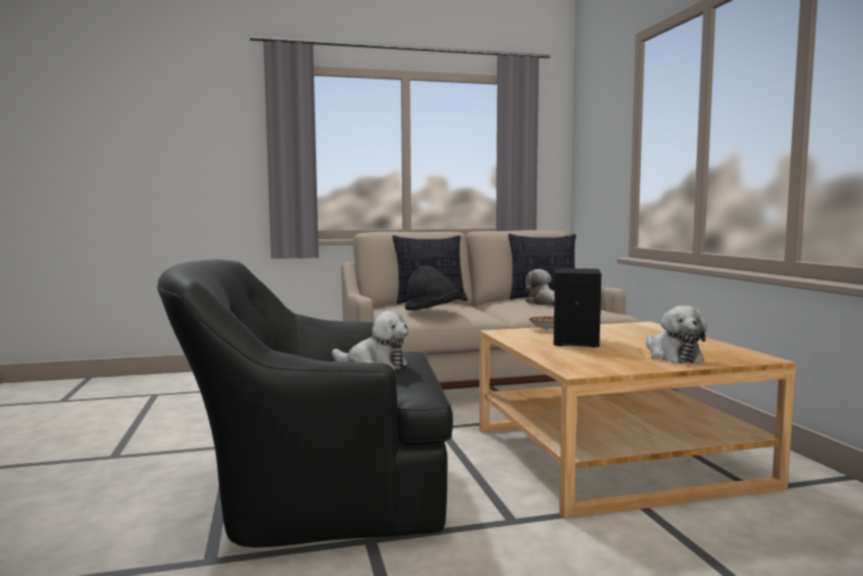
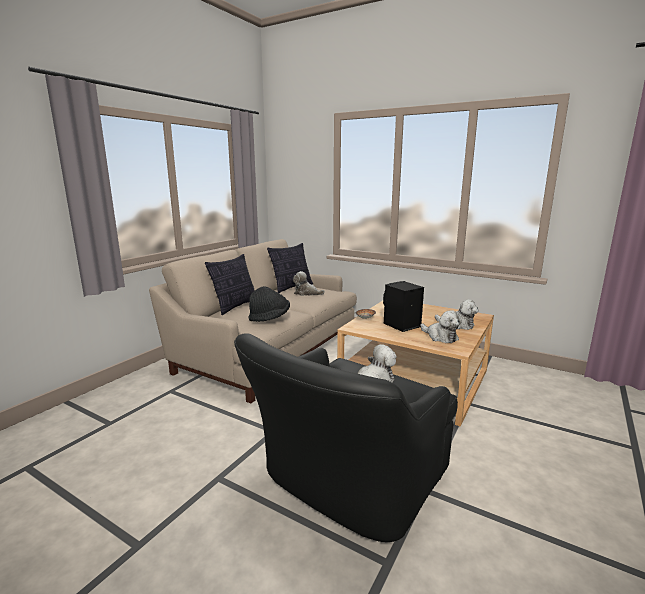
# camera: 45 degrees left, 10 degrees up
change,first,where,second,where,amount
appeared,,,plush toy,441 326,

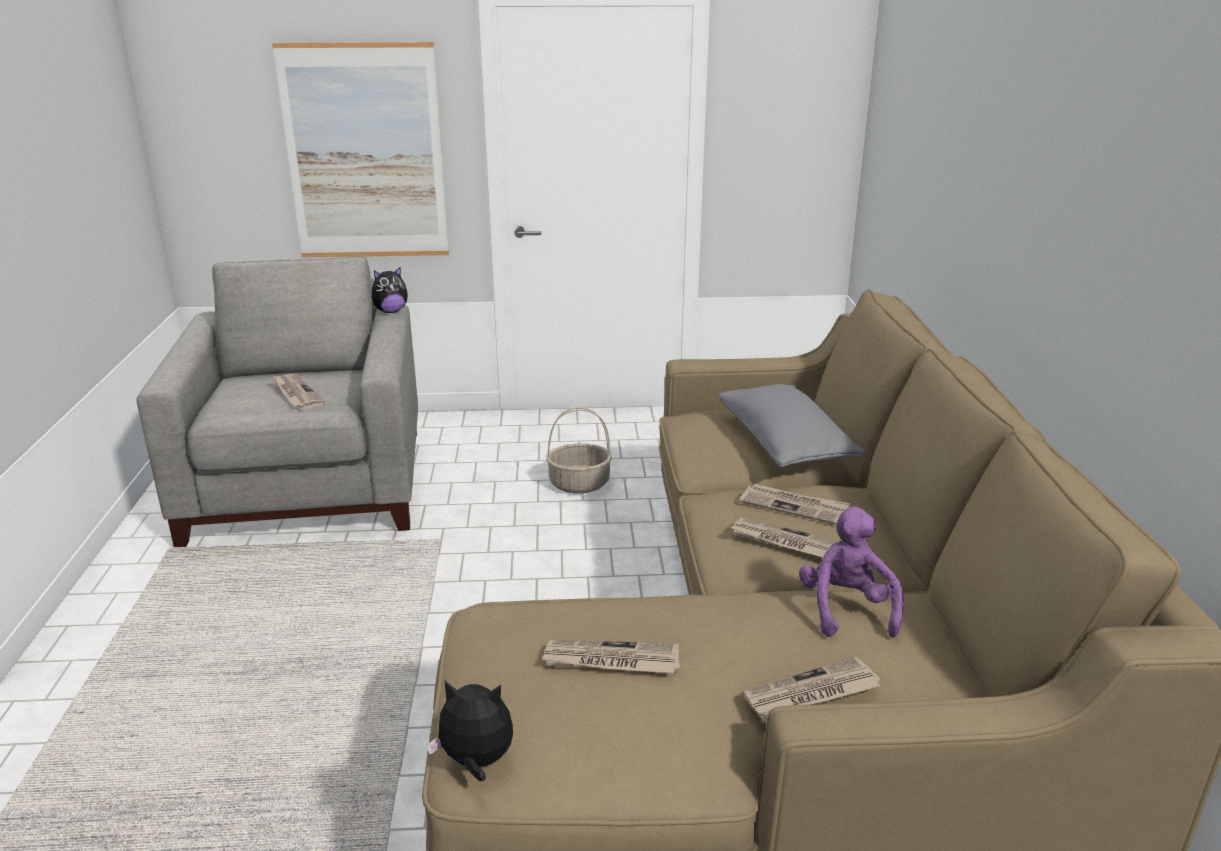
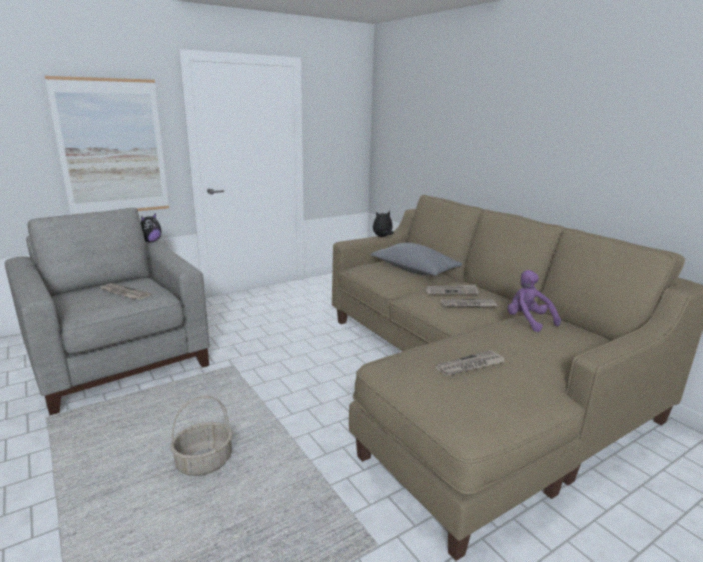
# camera: 30 degrees left, 5 degrees down
change,first,where,second,where,amount
missing,newspaper,811 687,,,
relocated,plush toy,470 731,,383 224,
relocated,basket,579 450,,201 436,

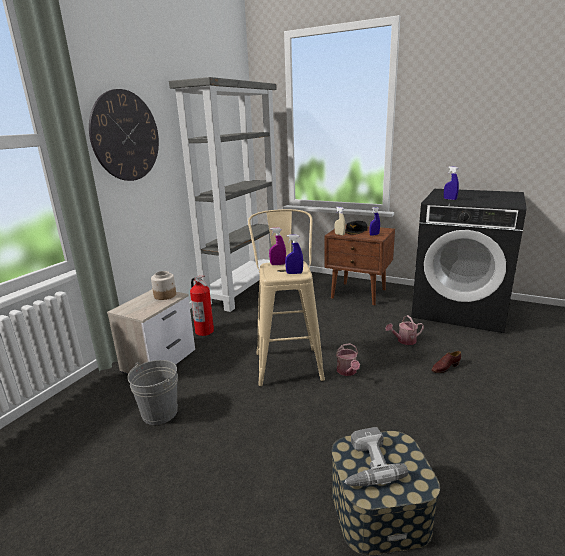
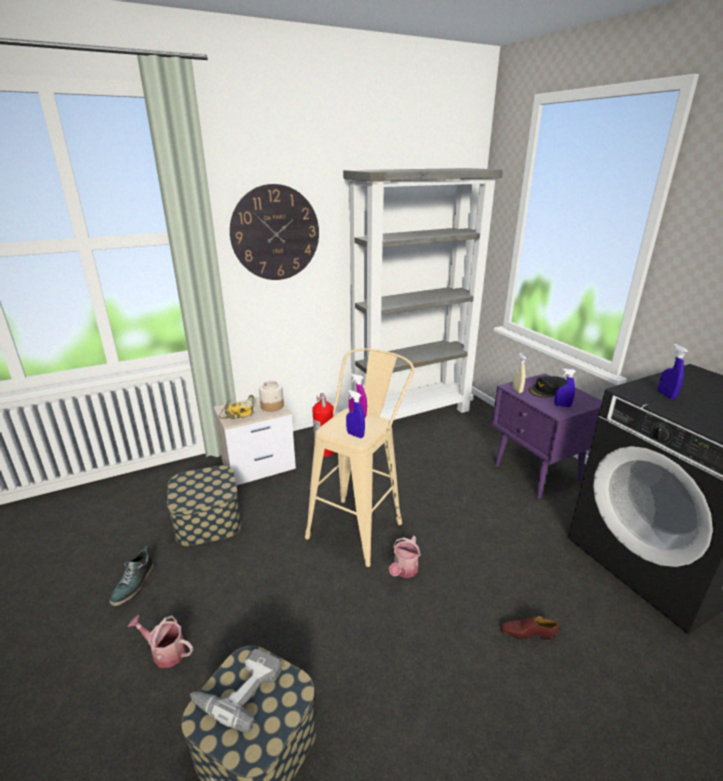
# camera: 35 degrees right, 5 degrees up
change,first,where,second,where,amount
appeared,,,shoe,132 576,
appeared,,,power drill,236 407,
relocated,watering can,404 330,,160 641,
exchanged,grey bucket,152 392,storage box,204 505,
colour,brown nightstand,360 265,purple nightstand,547 436,

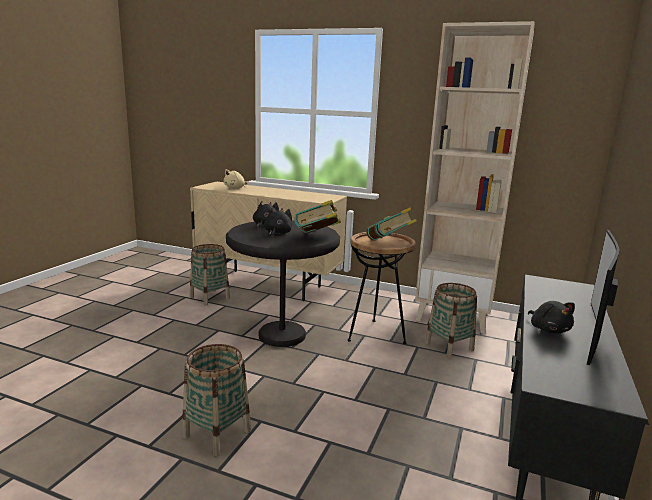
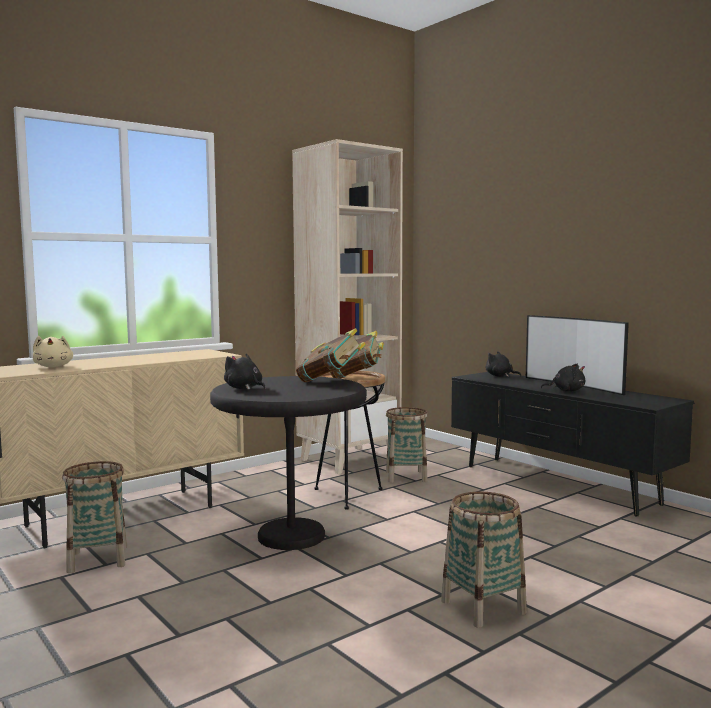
# camera: 60 degrees left, 10 degrees down
change,first,where,second,where,amount
relocated,black plush toy,278 222,,503 364,

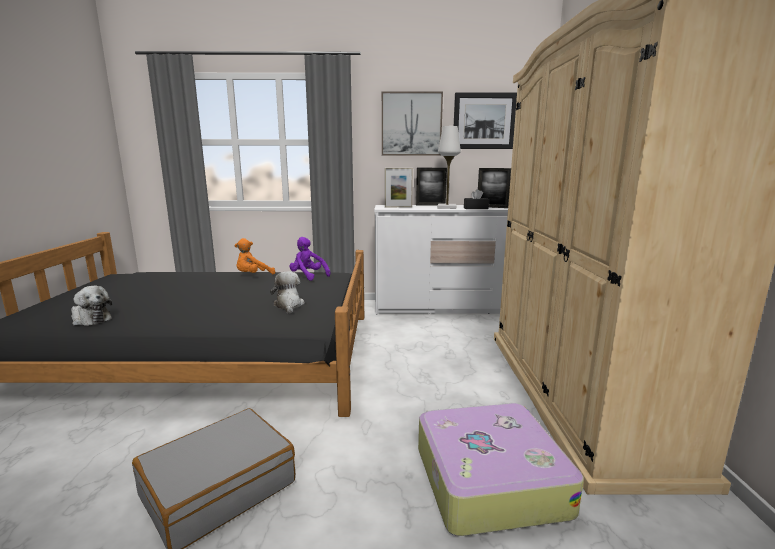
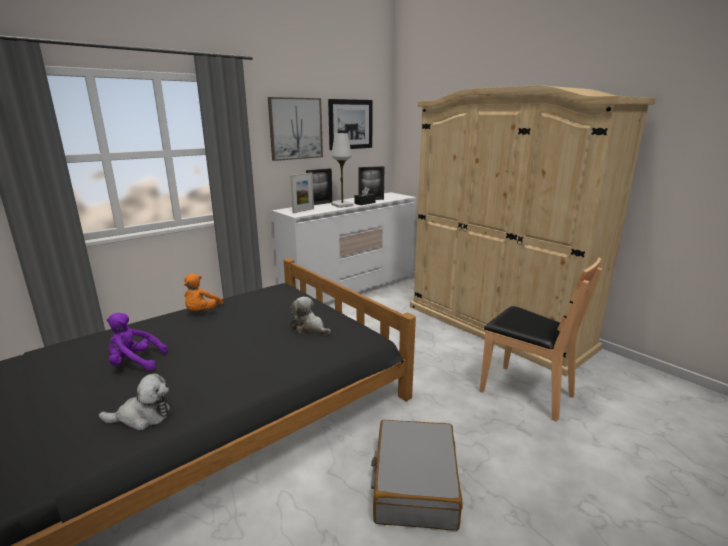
# camera: 40 degrees left, 5 degrees up
change,first,where,second,where,amount
relocated,purple plush toy,310 259,,137 342,
exchanged,suitcase,501 469,brown chair,541 340,

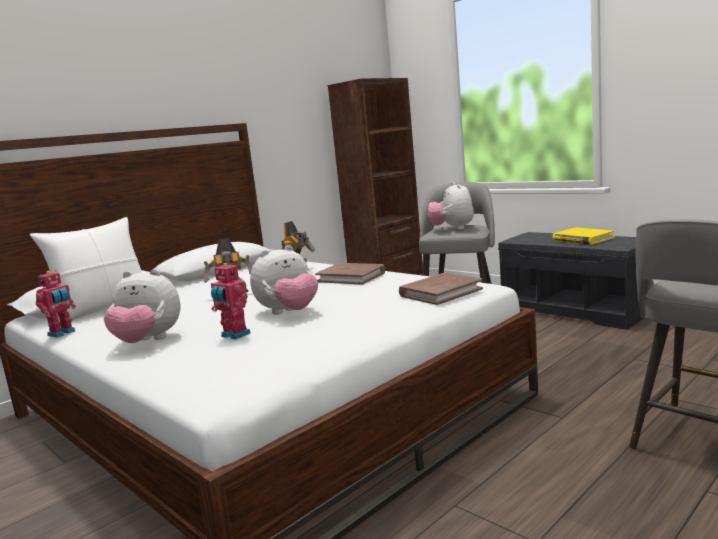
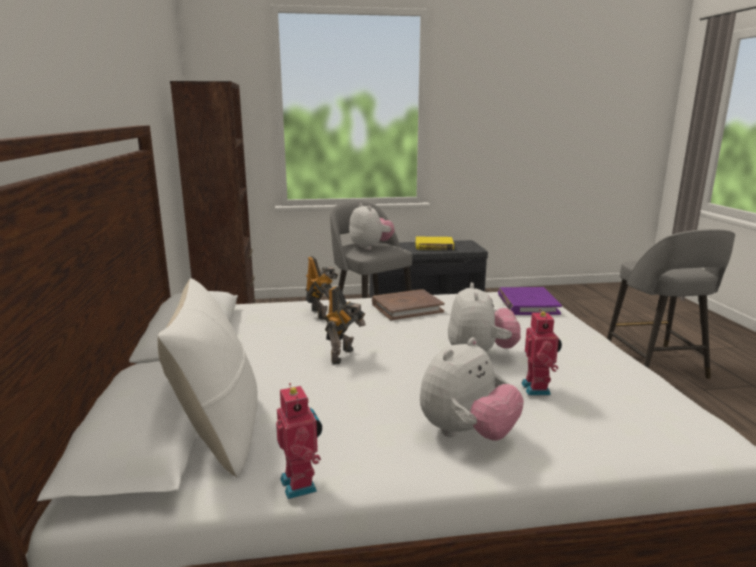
# camera: 55 degrees left, 5 degrees up
change,first,where,second,where,amount
colour,brown book,441 289,purple book,530 301,
spun,toy robot,231 301,,541 352,75 degrees counterclockwise
spun,plush toy,451 206,,371 226,150 degrees counterclockwise

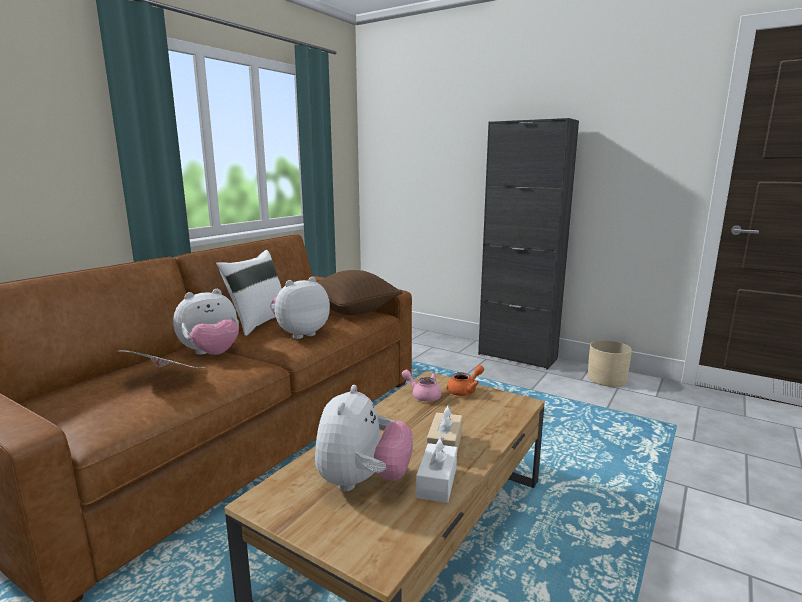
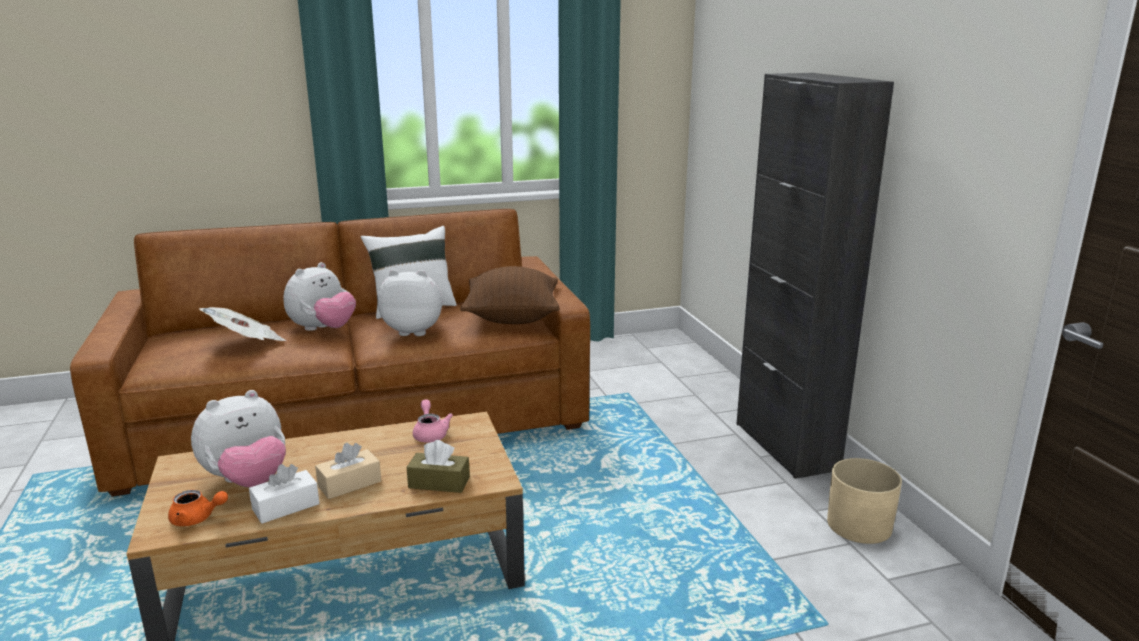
# camera: 40 degrees right, 5 degrees up
change,first,where,second,where,amount
appeared,,,brown tissue box,438 466,
relocated,orange teapot,465 380,,198 508,
spun,plush toy,206 322,,319 296,60 degrees counterclockwise

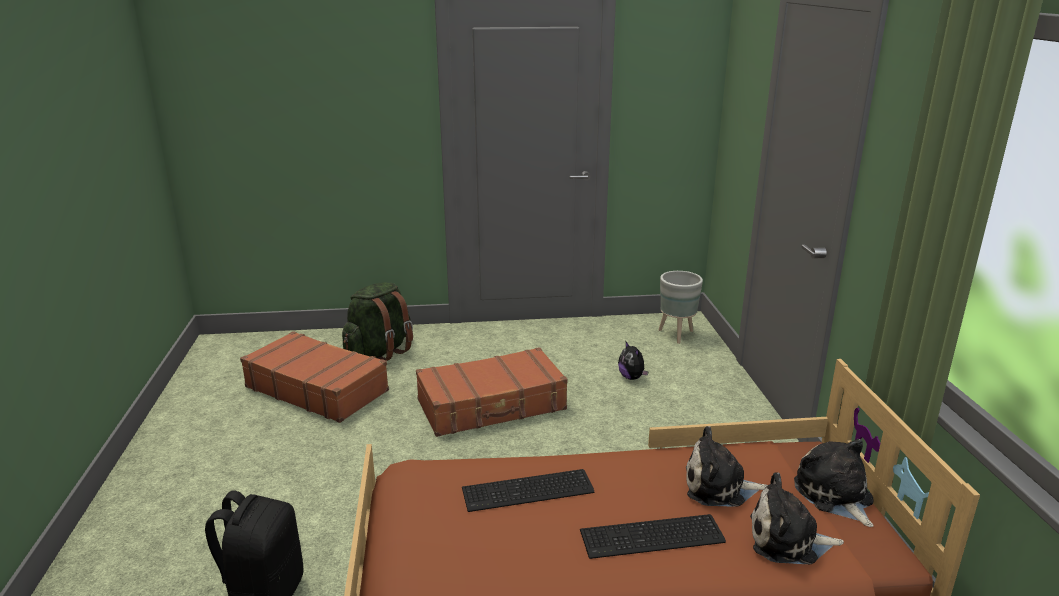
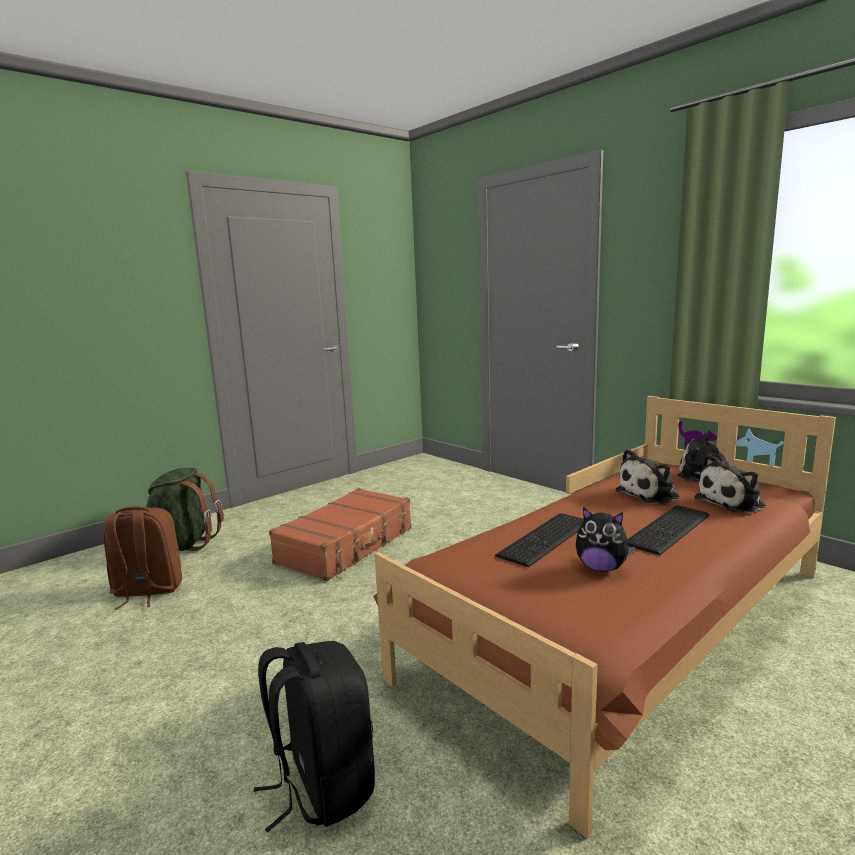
# camera: 35 degrees left, 10 degrees down
change,first,where,second,where,amount
missing,grey planter,681 307,,,
relocated,plush toy,633 361,,605 539,
exchanged,brown suitcase,314 377,brown backpack,143 558,

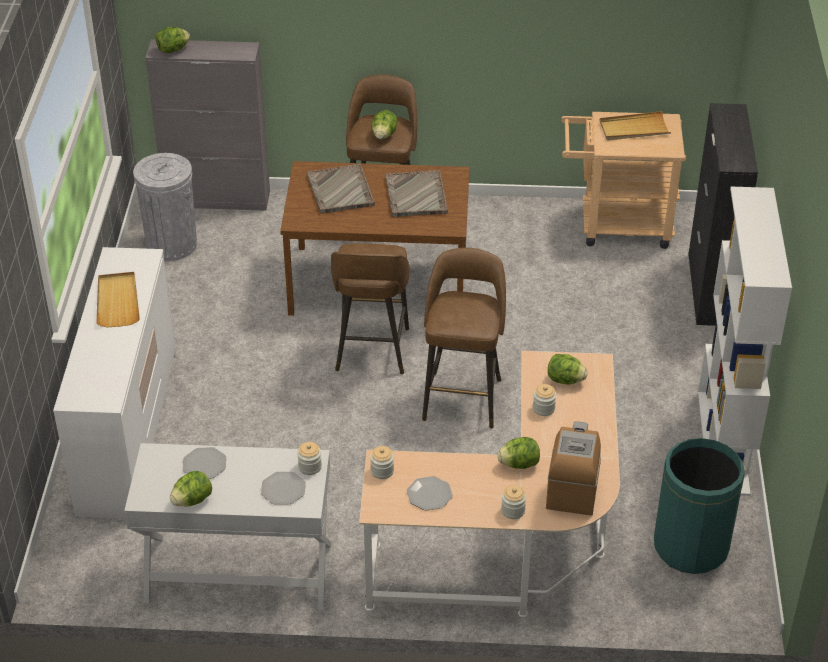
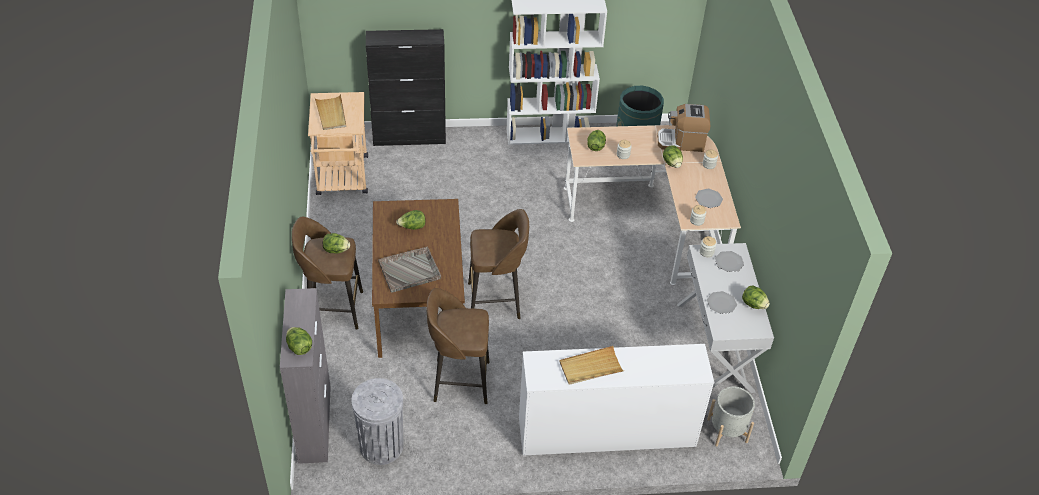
# camera: 100 degrees left, 5 degrees up
change,first,where,second,where,amount
appeared,,,grey planter,731 416,
relocated,brown stool,464 338,,458 346,
exchanged,grey tray,416 193,lettuce,411 220,

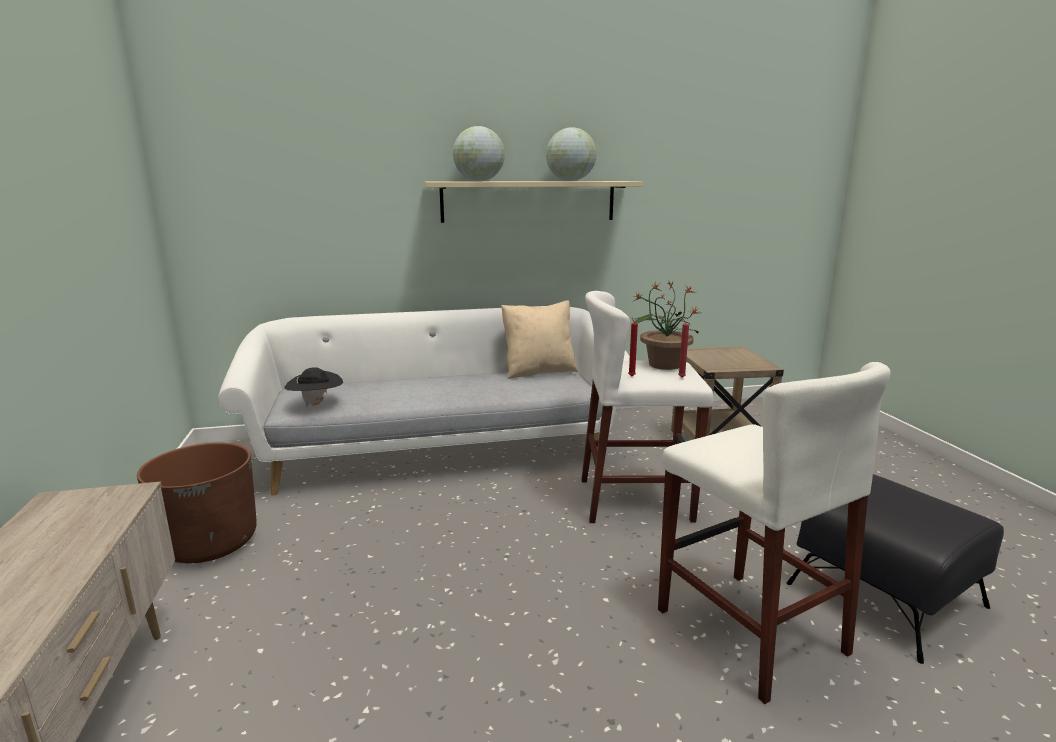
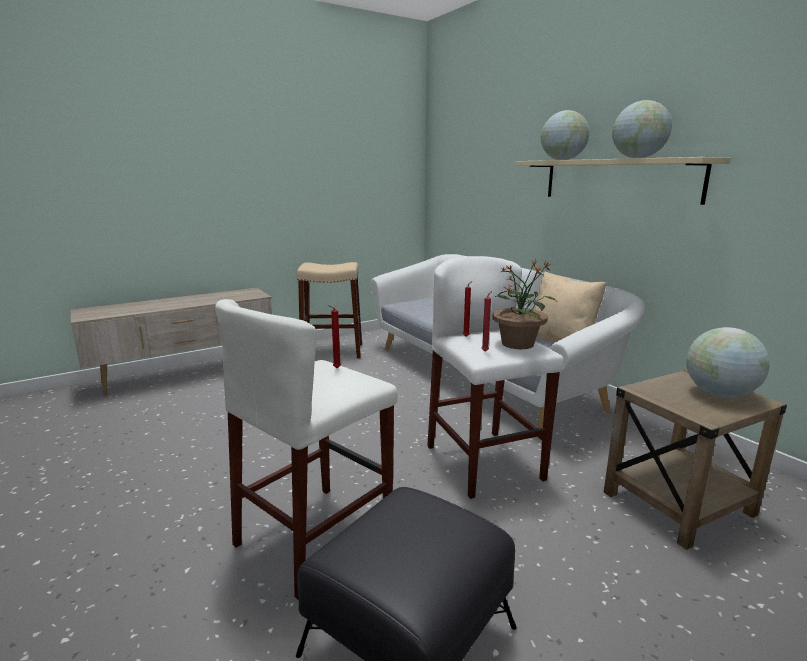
# camera: 70 degrees right, 0 degrees up
change,first,where,second,where,amount
missing,black hat,313 387,,,
appeared,,,red candle,334 336,
appeared,,,globe,727 362,
exchanged,brown planter,197 503,beige stool,329 310,

